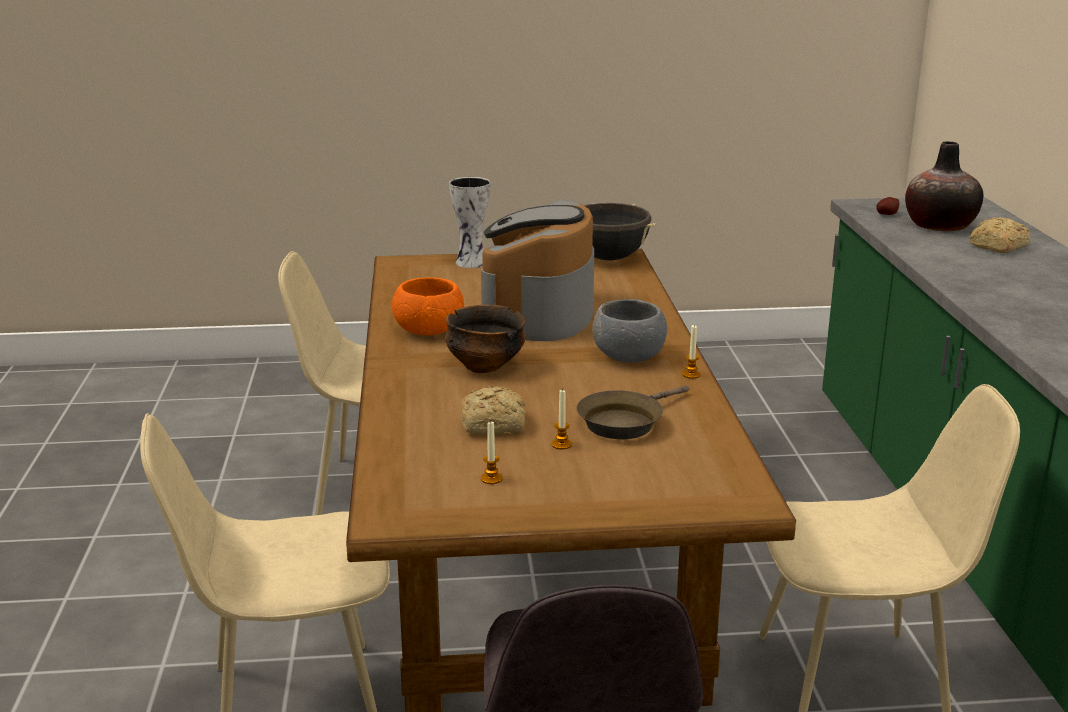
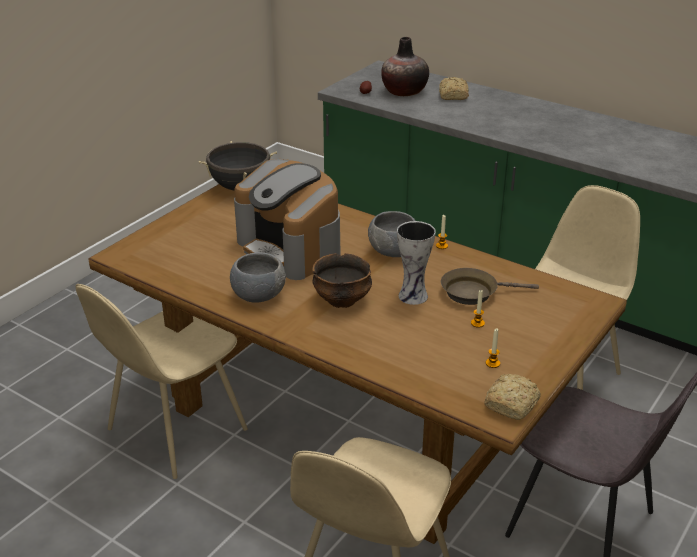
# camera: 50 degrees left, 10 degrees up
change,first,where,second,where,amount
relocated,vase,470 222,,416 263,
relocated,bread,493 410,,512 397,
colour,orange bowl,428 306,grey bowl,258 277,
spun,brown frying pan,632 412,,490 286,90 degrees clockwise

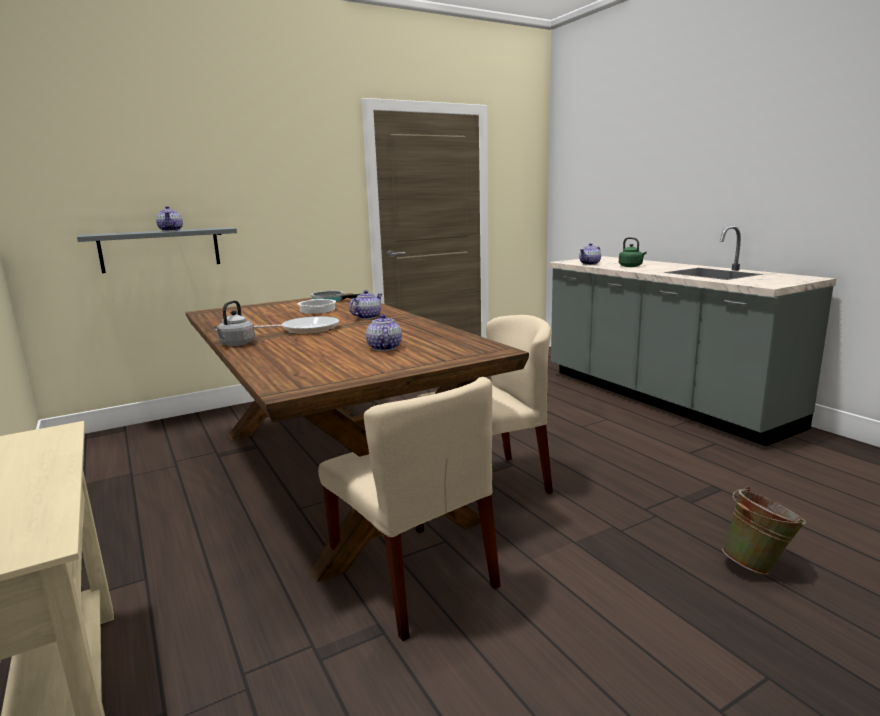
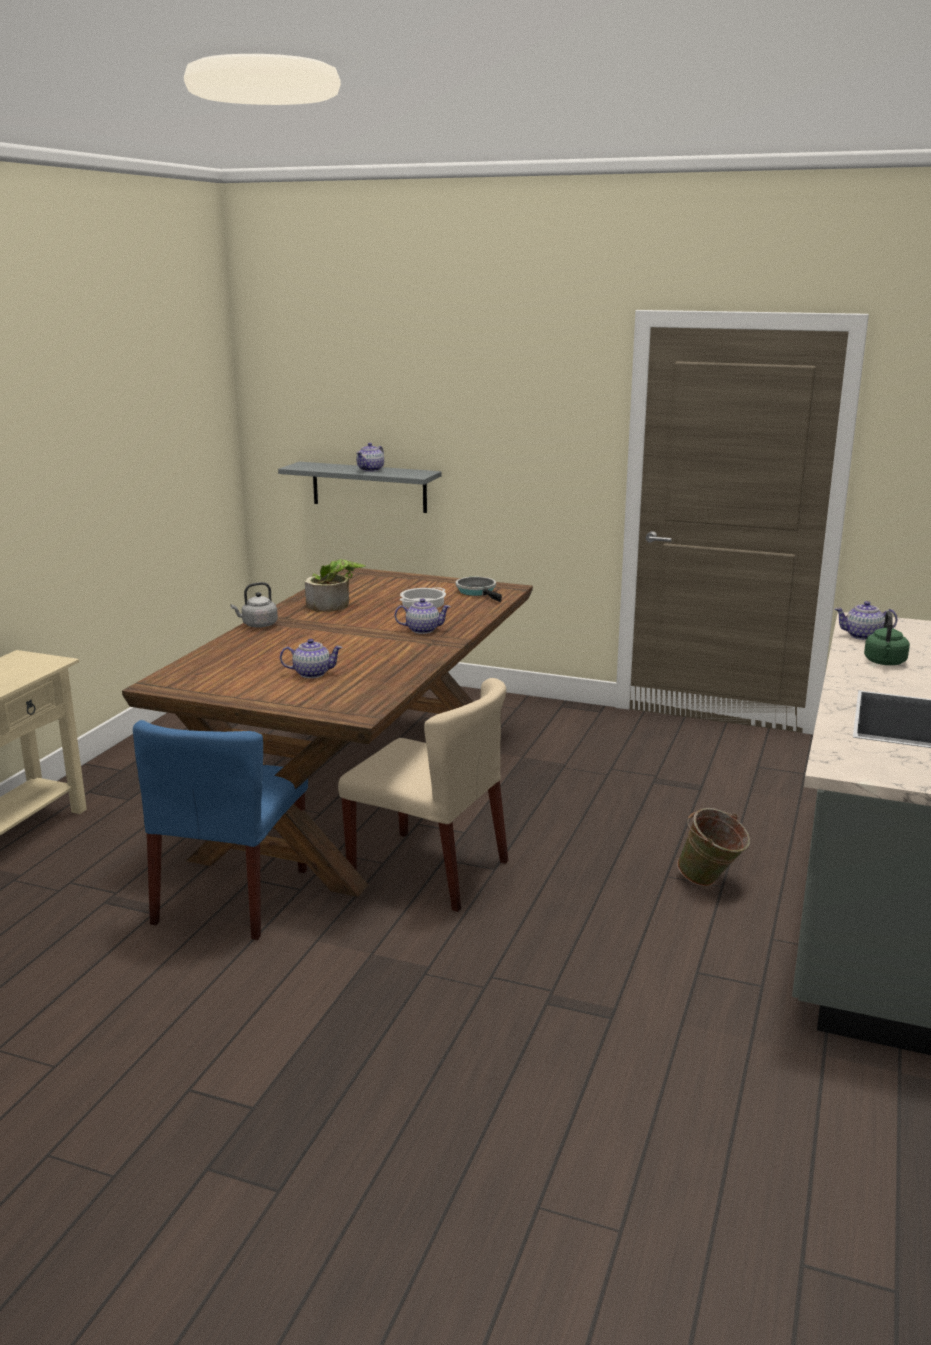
# camera: 50 degrees right, 5 degrees up
change,first,where,second,where,amount
missing,frying pan,296 325,,,
appeared,,,potted plant,335 585,
relocated,green bucket,764 531,,713 847,
colour,beige chair,409 509,blue chair,220 830,
spun,teapot,384 332,,311 658,45 degrees clockwise

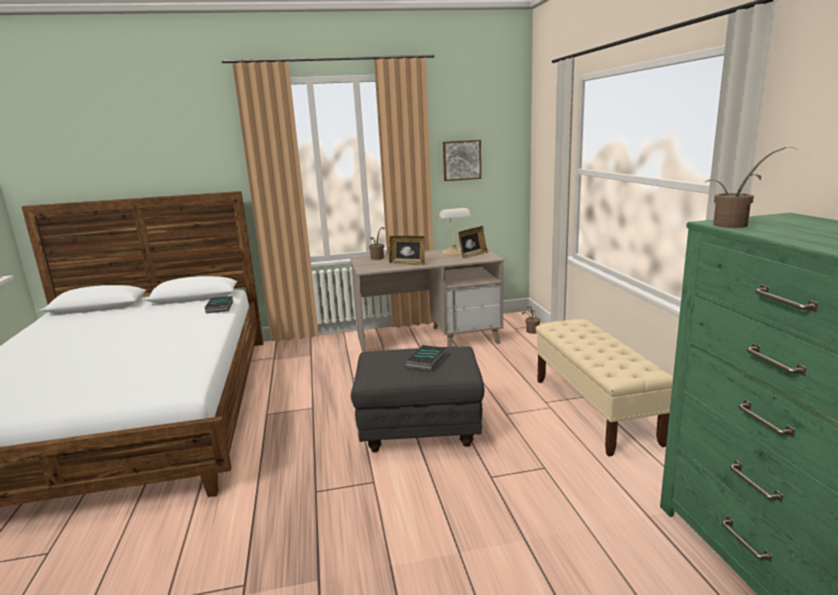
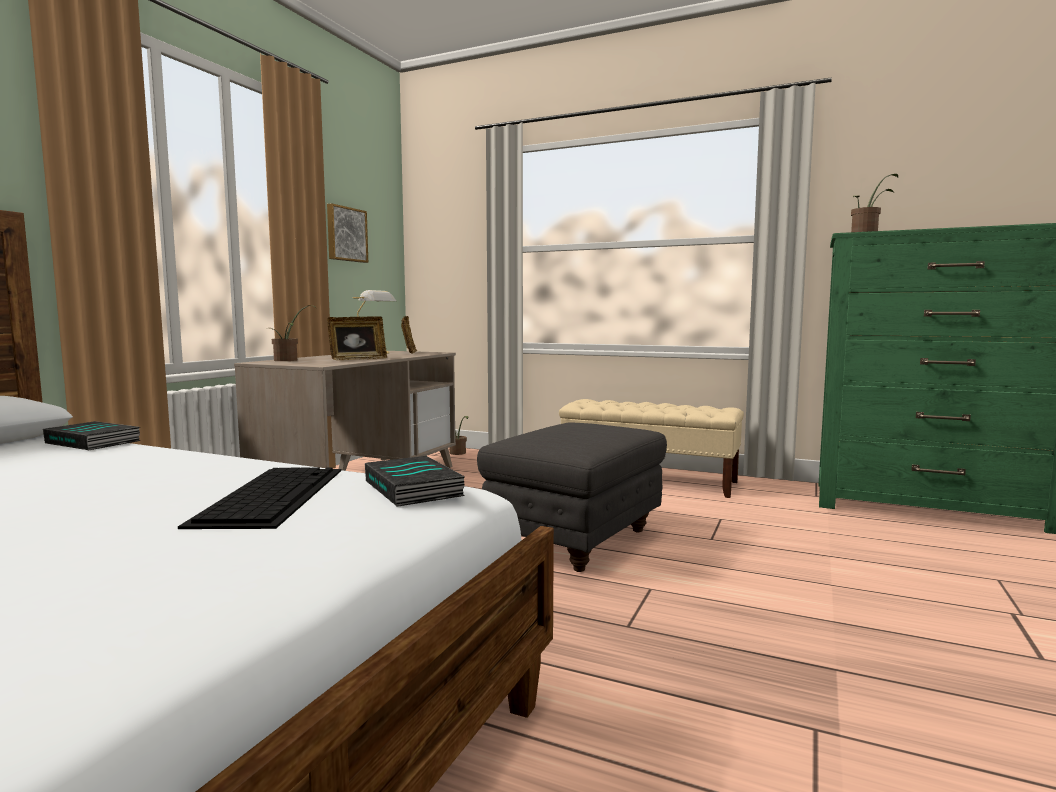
# camera: 55 degrees left, 10 degrees down
change,first,where,second,where,amount
appeared,,,keyboard,259 498,
relocated,book,426 358,,415 481,

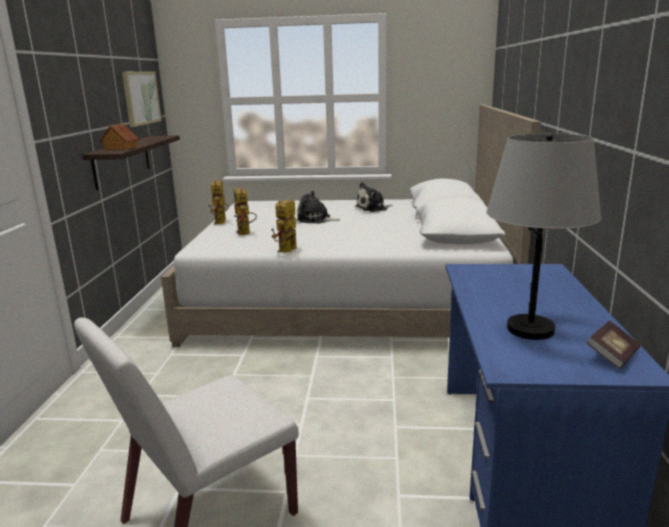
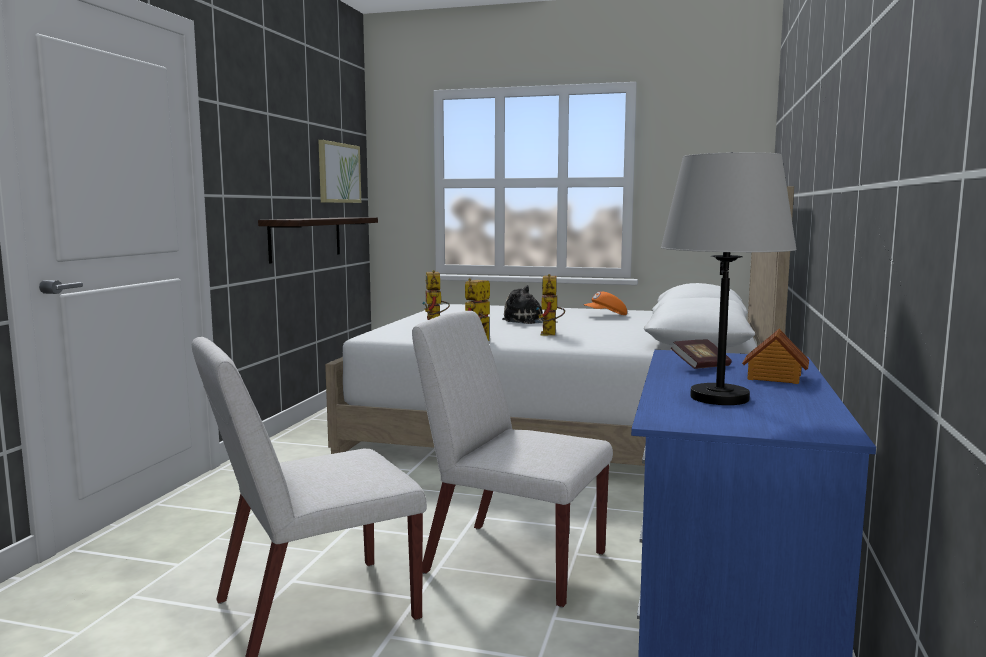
# camera: 10 degrees right, 10 degrees down
change,first,where,second,where,amount
appeared,,,white chair,512 459,
relocated,toy house,119 137,,775 356,
relocated,toy robot,219 202,,550 305,
relocated,book,613 344,,701 354,
exchanged,plush toy,374 197,orange cap,605 303,

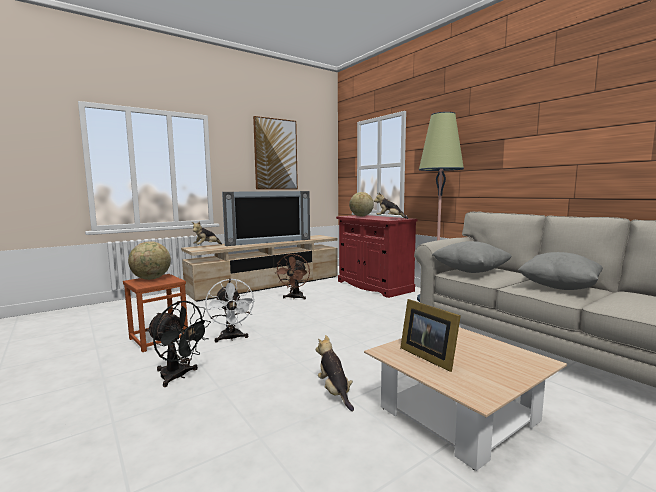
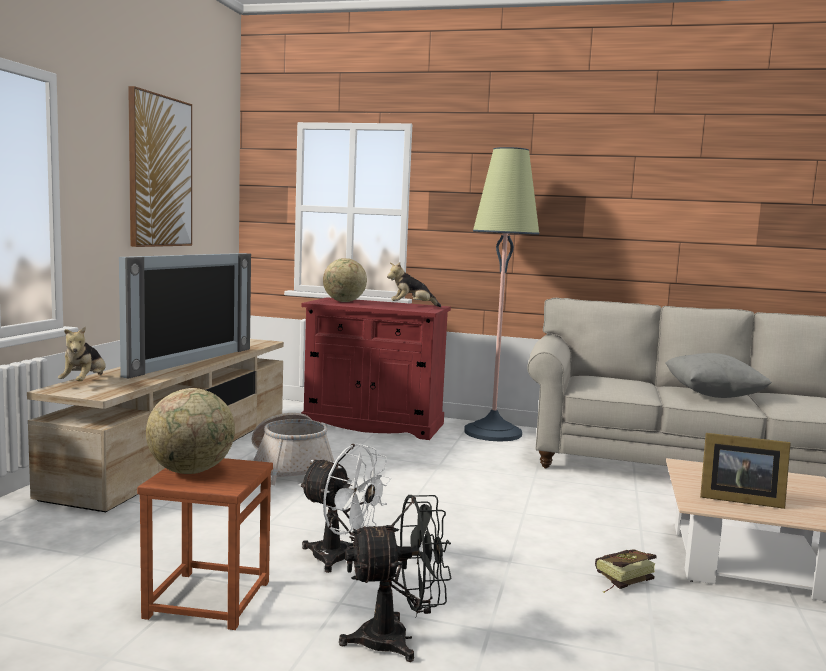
# camera: 40 degrees left, 0 degrees up
change,first,where,second,where,amount
missing,grey pillow,472 257,,,
exchanged,brown fan,292 277,basket,293 449,
exchanged,plush toy,335 373,book,625 571,

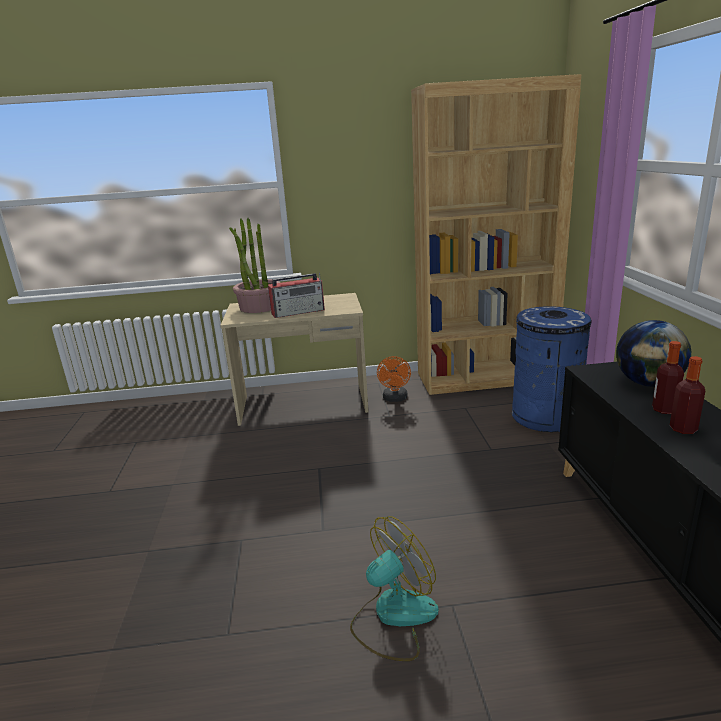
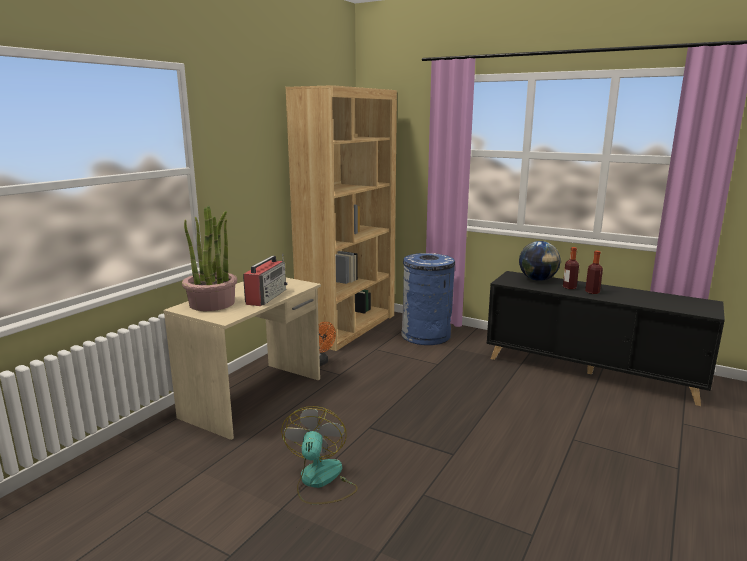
# camera: 55 degrees left, 5 degrees down
change,first,where,second,where,amount
relocated,fan,394 588,,319 455,

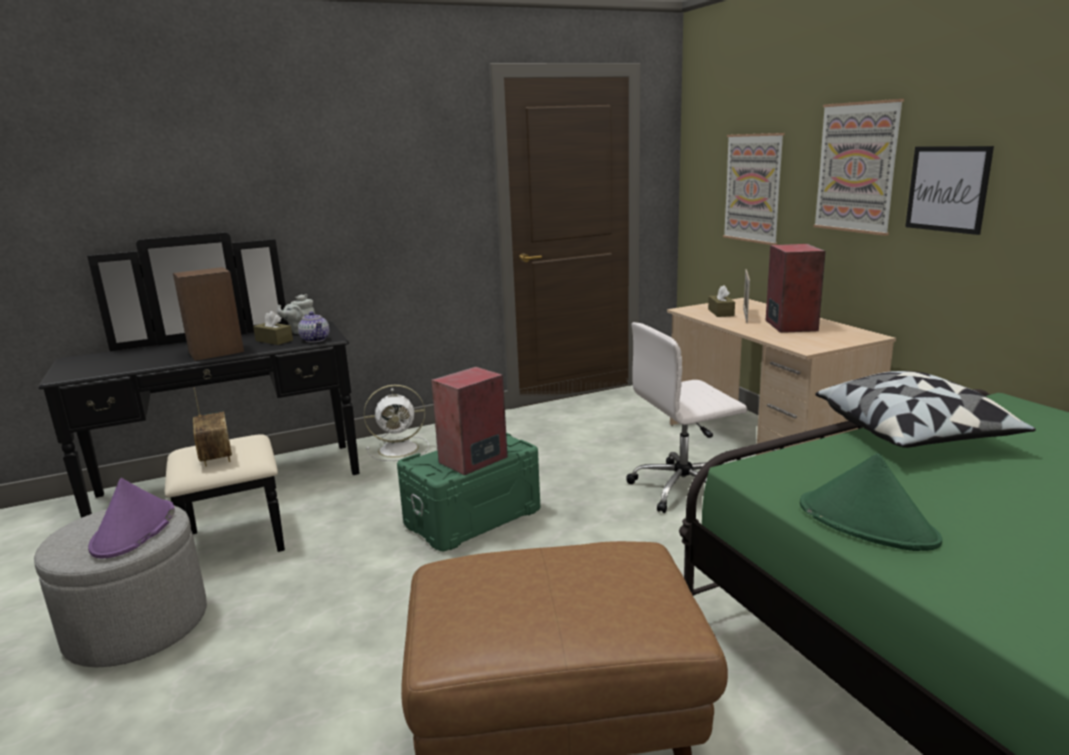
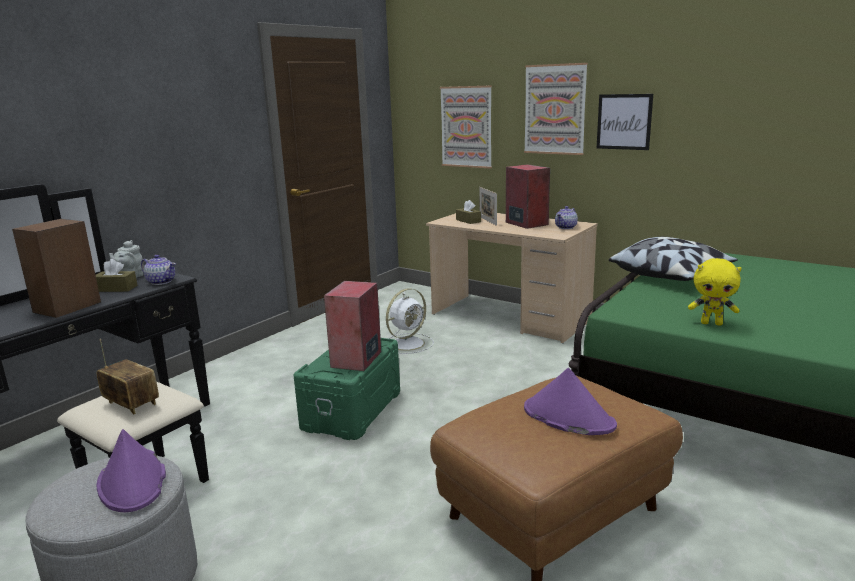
# camera: 30 degrees left, 0 degrees up
change,first,where,second,where,amount
missing,white office chair,686 417,,,
appeared,,,purple hat,570 401,
appeared,,,teapot,566 217,
relocated,white fan,396 423,,410 321,
exchanged,green hat,871 502,yellow plush toy,715 291,

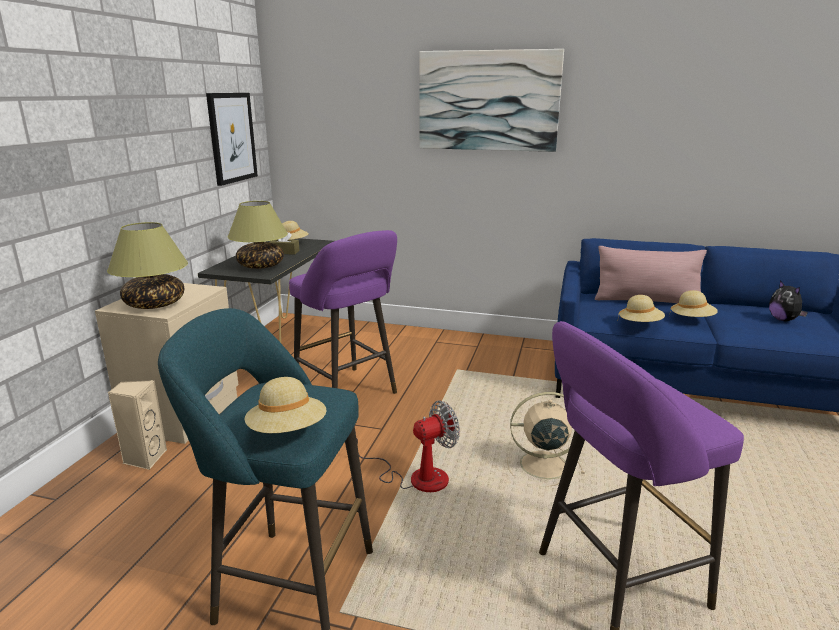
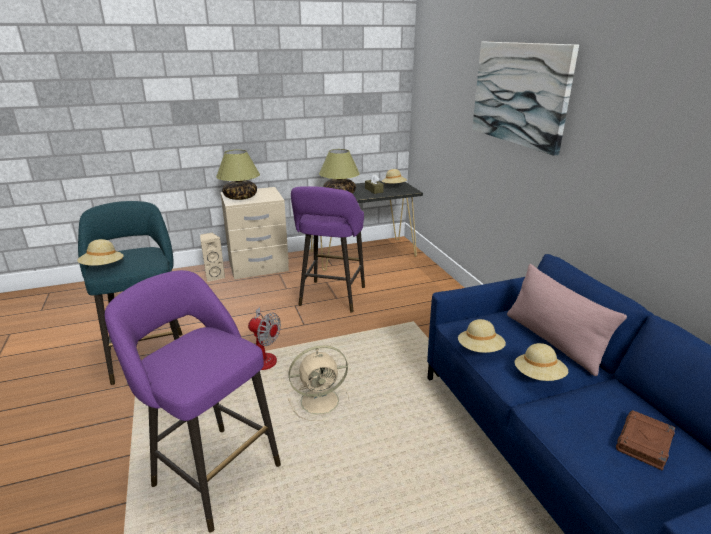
# camera: 55 degrees right, 5 degrees up
change,first,where,second,where,amount
missing,picture,232 139,,,
exchanged,plush toy,788 300,brown book,645 440,
spun,beige fan,546 439,,318 383,105 degrees clockwise

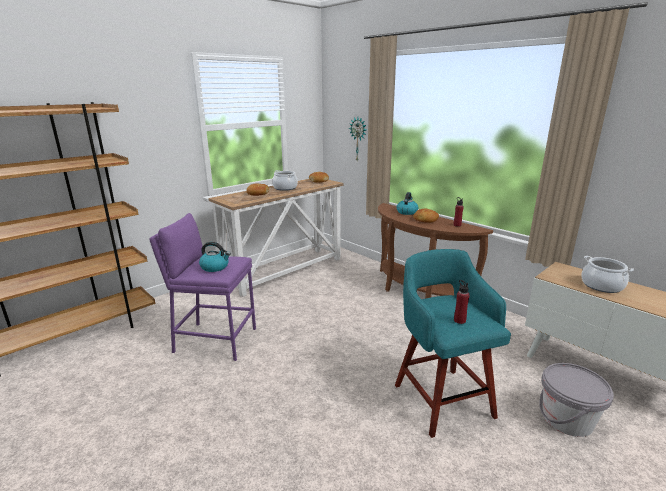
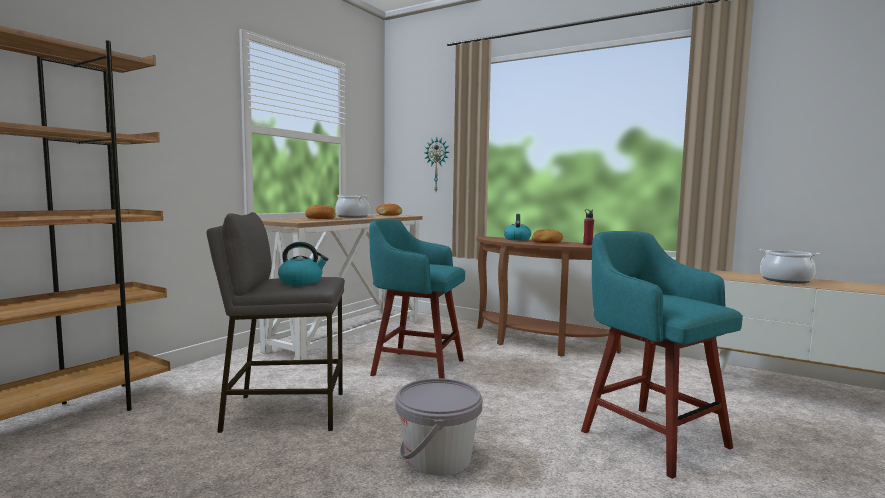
# camera: 15 degrees left, 15 degrees down
change,first,where,second,where,amount
missing,red bottle,461 302,,,
appeared,,,turquoise stool,417 299,
relocated,grey bucket,576 400,,438 427,
colour,purple stool,202 287,grey stool,275 322,

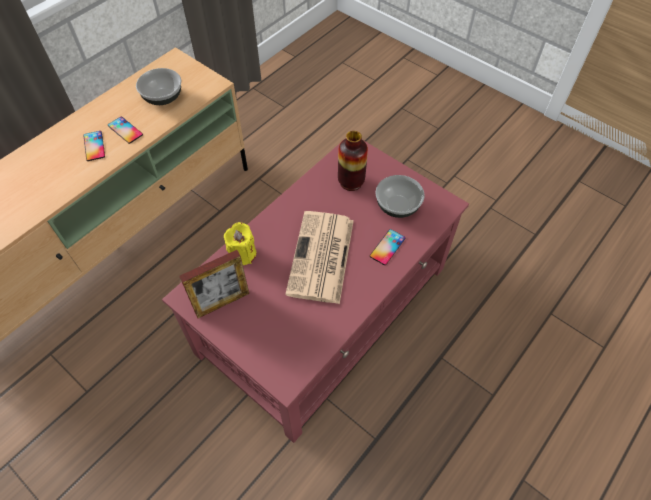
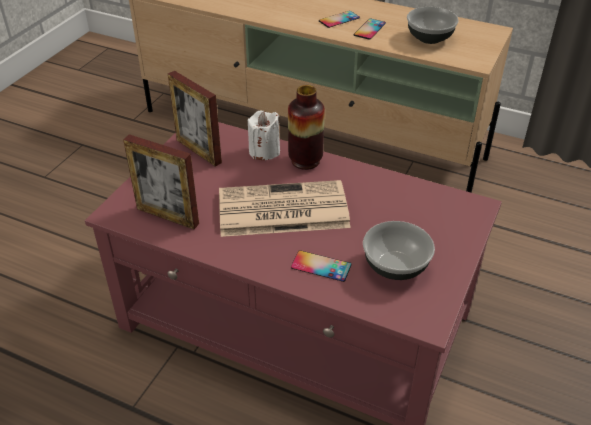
# camera: 75 degrees right, 15 degrees down
change,first,where,second,where,amount
appeared,,,picture frame,161 181,
relocated,vase,353 161,,306 127,
colour,yellow candle,240 243,white candle,264 135,

